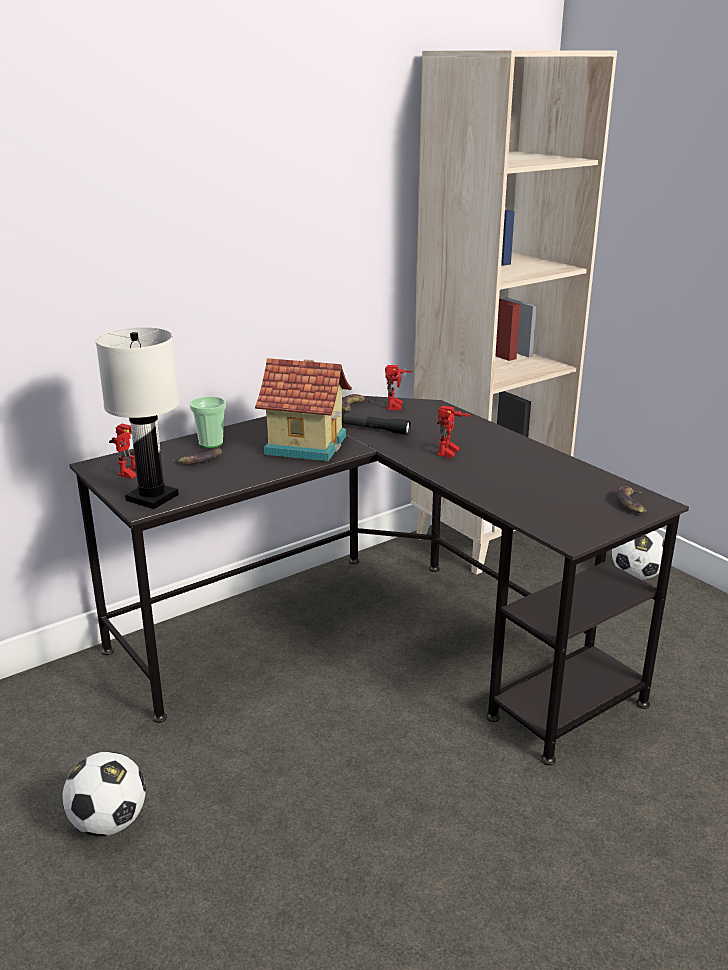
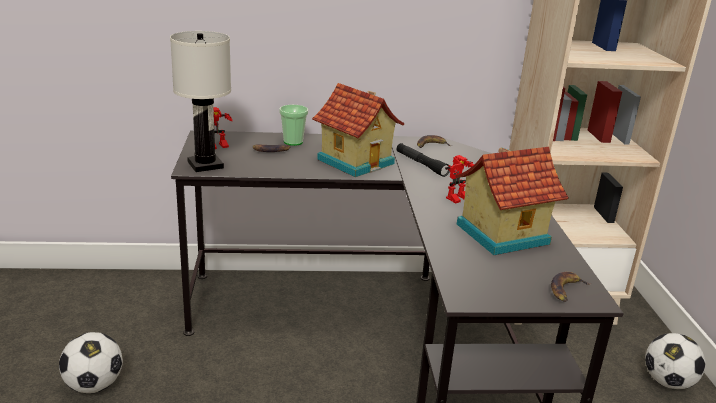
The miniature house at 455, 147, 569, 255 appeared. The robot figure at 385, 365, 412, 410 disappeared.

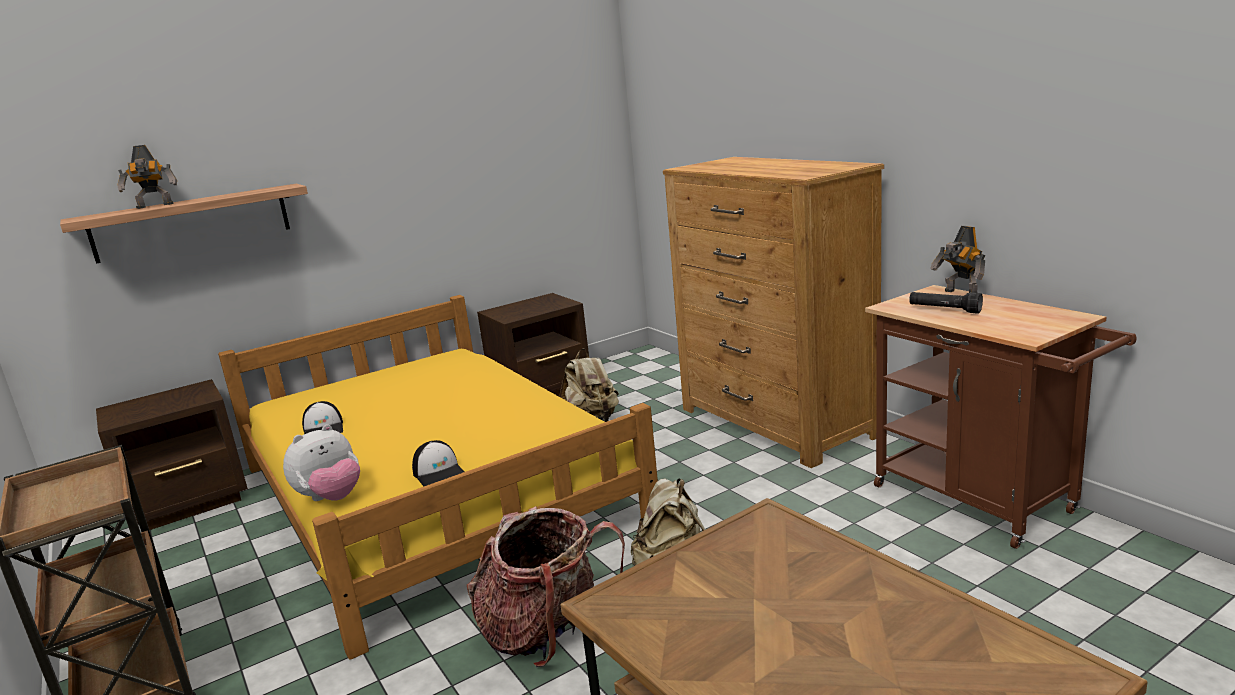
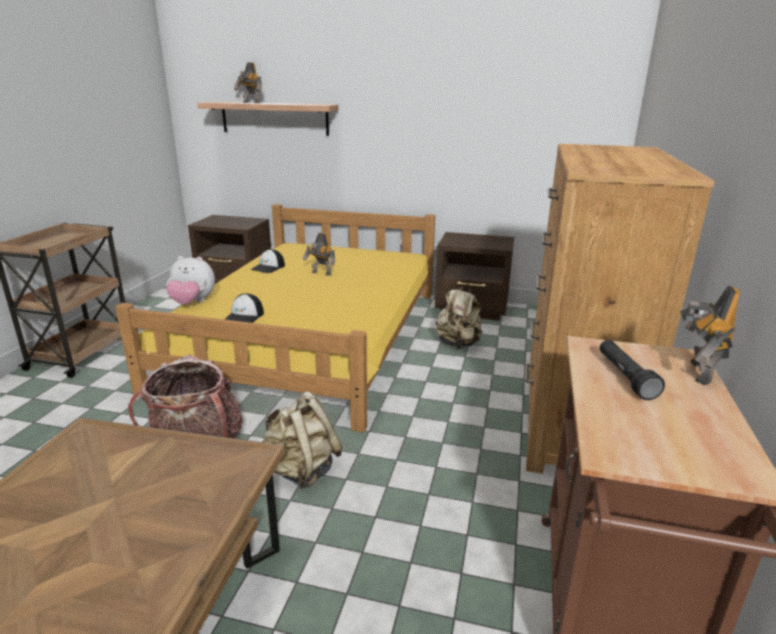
The robot figure at 302, 233, 335, 276 appeared.

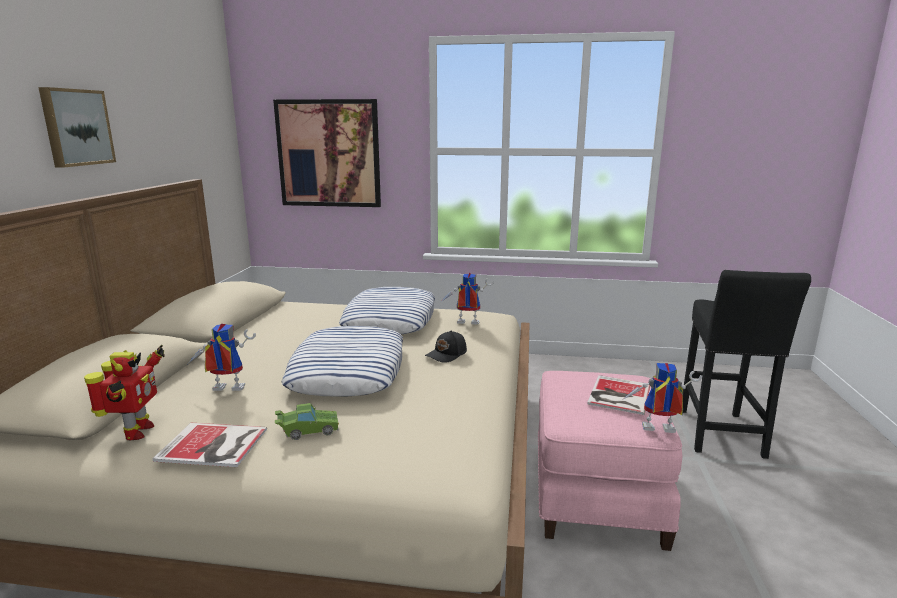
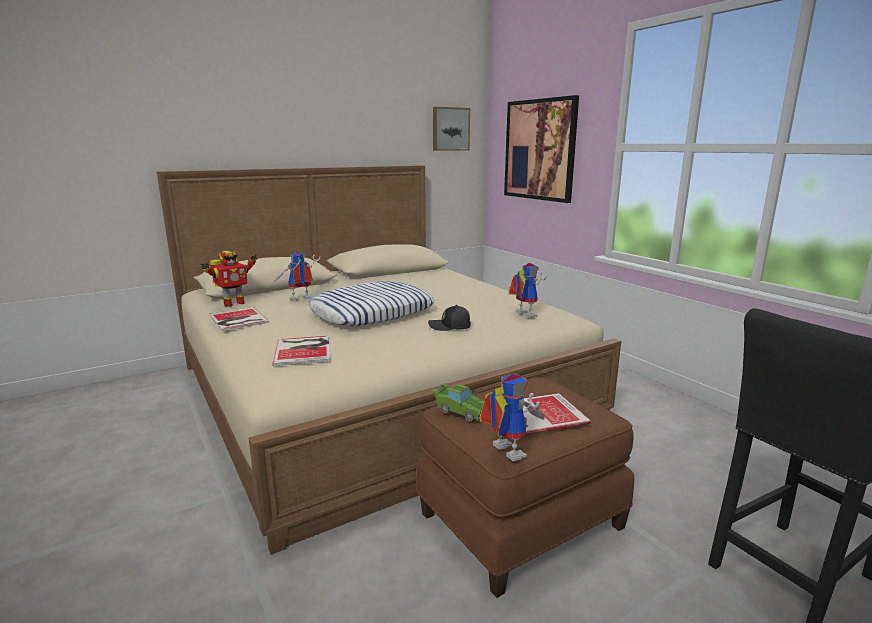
The volume at 272, 336, 330, 366 appeared. The robot figure at 189, 324, 256, 391 turned 75 degrees counterclockwise. The pouffe (pinkish) at 538, 371, 682, 551 became the pouffe (brownish) at 416, 377, 634, 598. The model car (green) moved from 275, 403, 339, 440 to 431, 383, 484, 422. The wall picture moved from 38, 87, 116, 168 to 433, 107, 470, 151. The pillow at 339, 287, 435, 334 disappeared.

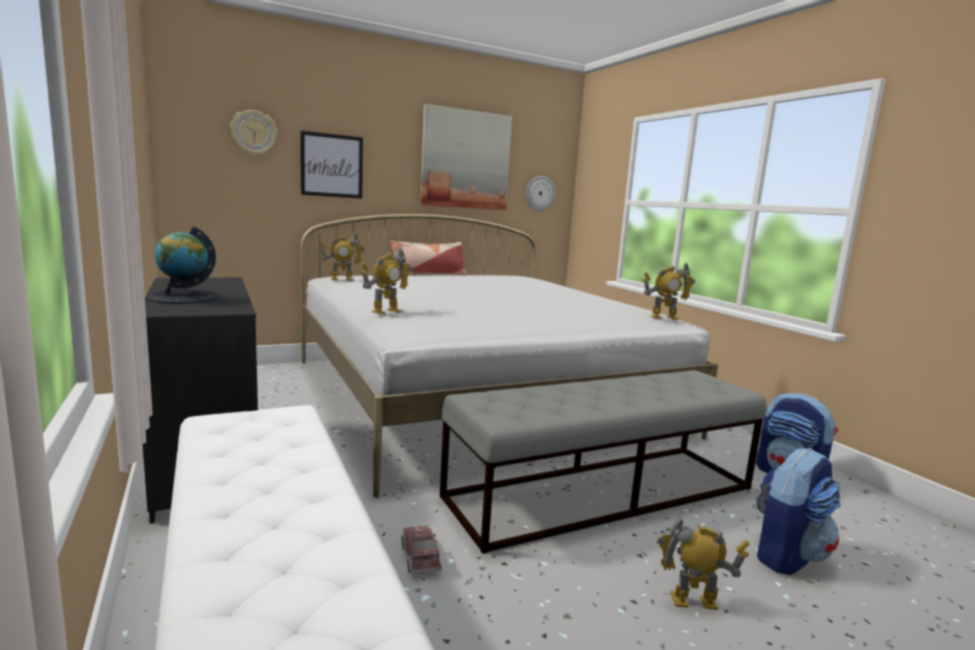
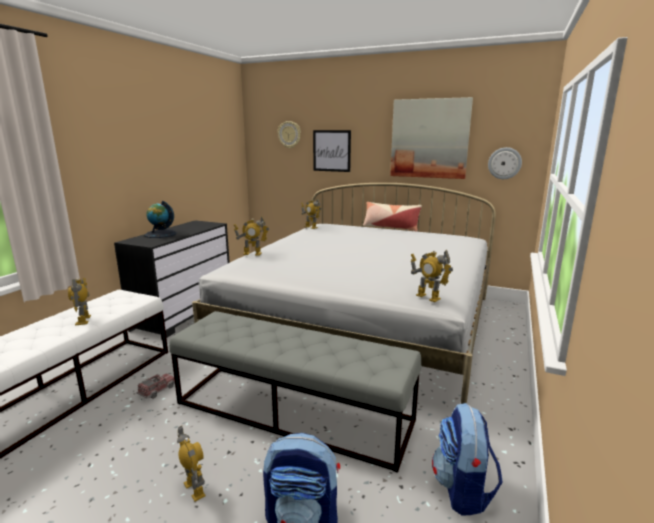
The robot figure at 68, 278, 91, 326 appeared.

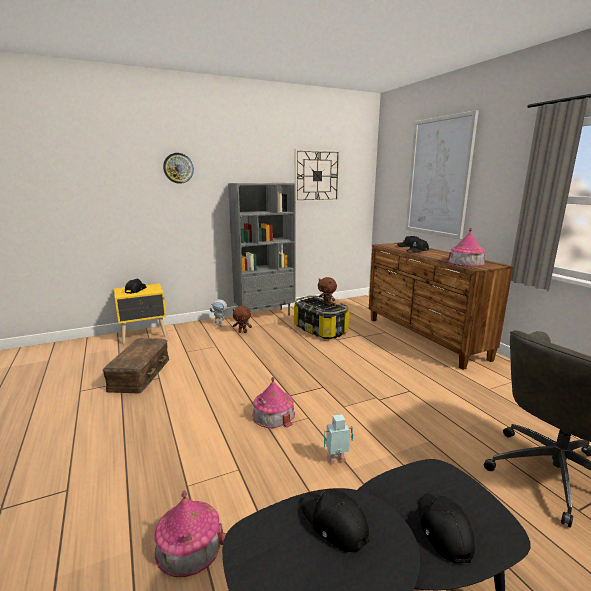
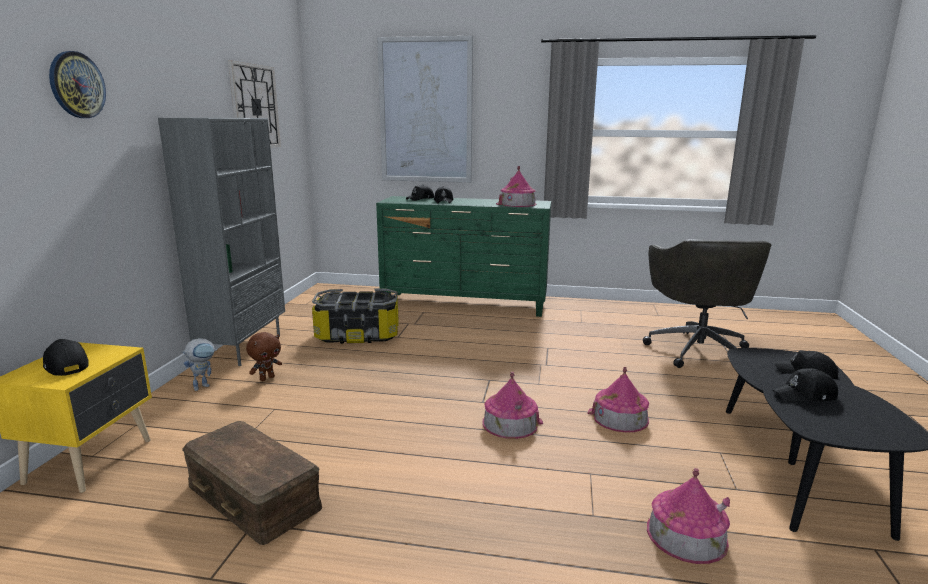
The chest of drawers (brownish) at 369, 242, 513, 370 became the chest of drawers (green) at 376, 196, 551, 317. The robot figure at 324, 414, 353, 464 was replaced by the miniature house at 587, 367, 649, 432. The cuddly toy (brownish) at 318, 277, 337, 306 disappeared.

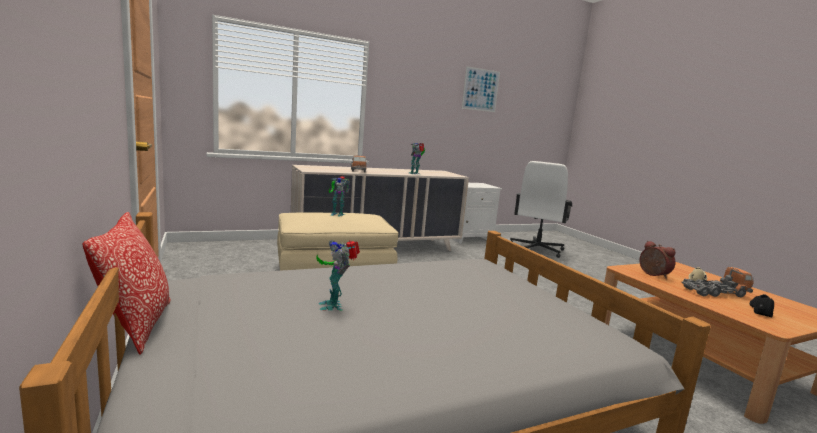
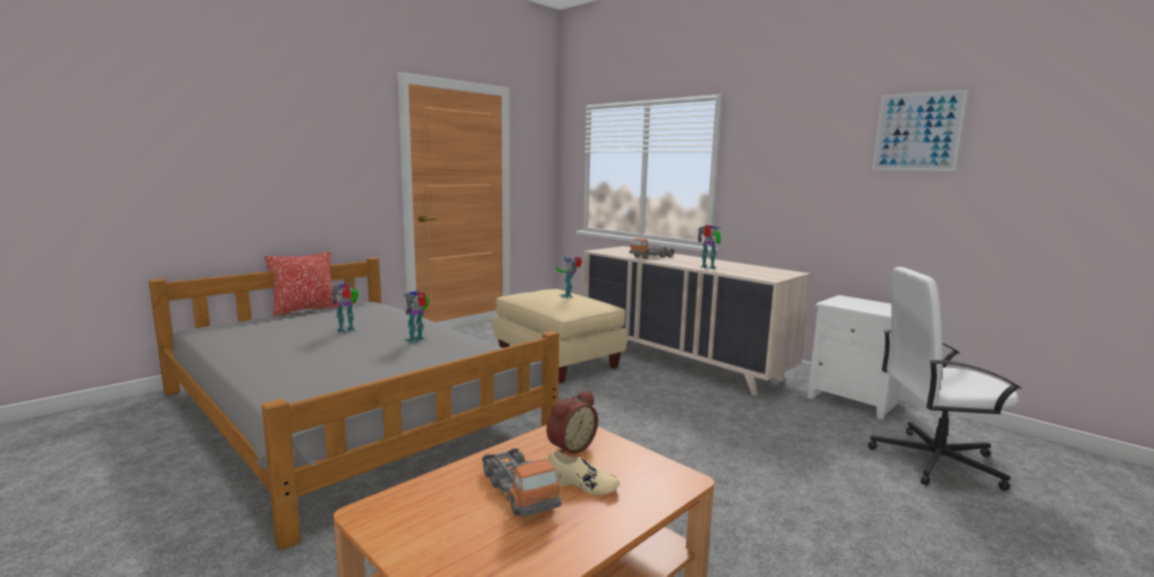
The robot figure at 402, 290, 429, 343 appeared. The shoe (black-coloured) at 750, 294, 774, 317 disappeared.

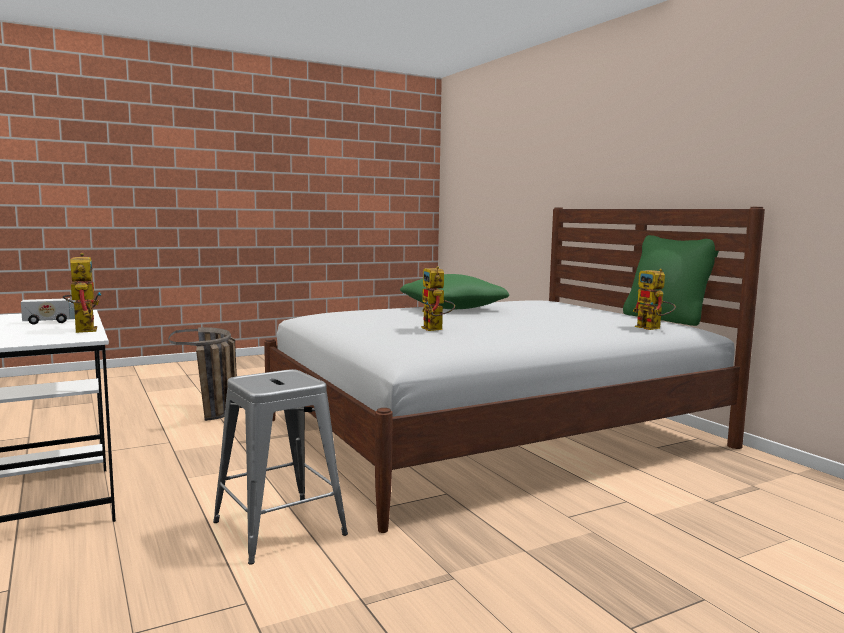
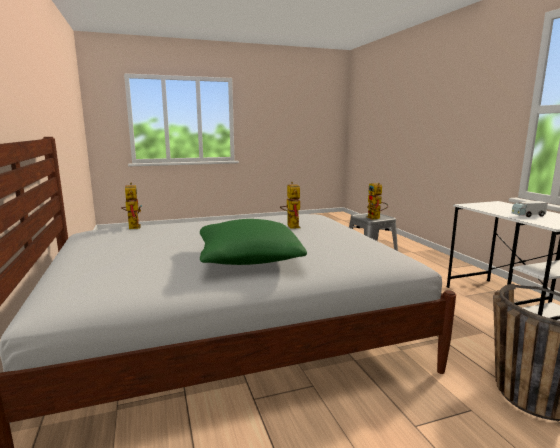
The robot figure moved from 63, 253, 102, 333 to 366, 183, 388, 220. The pillow (green) at 623, 235, 719, 326 disappeared.

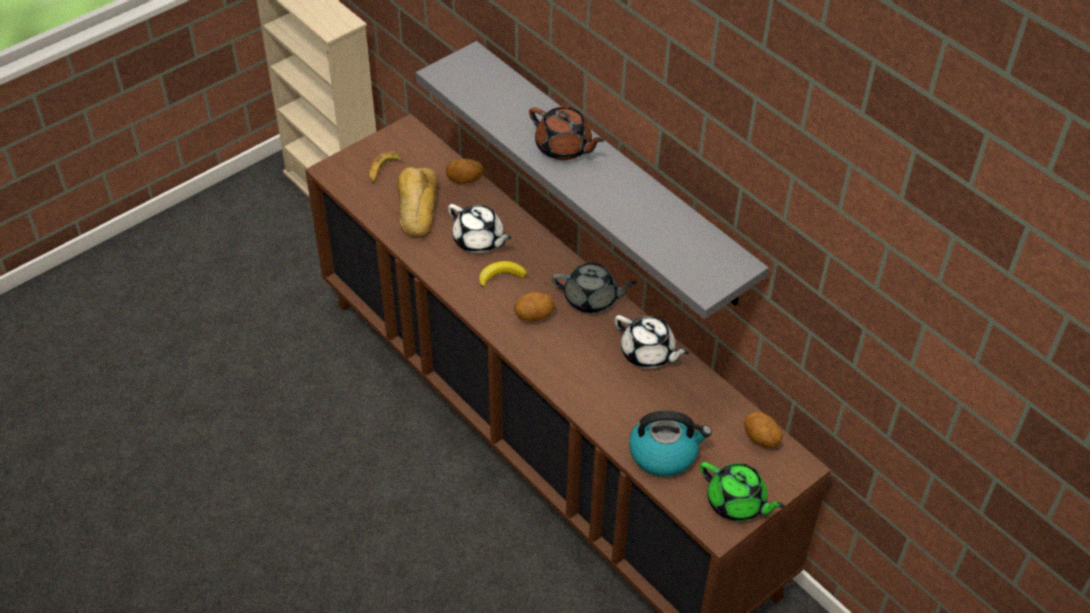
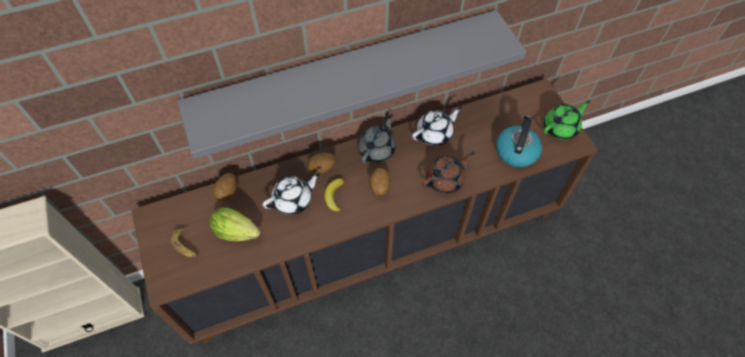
The bakery bread at 397, 167, 438, 238 was replaced by the lettuce at 210, 207, 260, 241. The potato moved from 744, 412, 783, 448 to 307, 153, 336, 174. The pot for tea (brownish) moved from 529, 107, 604, 160 to 422, 152, 475, 193.

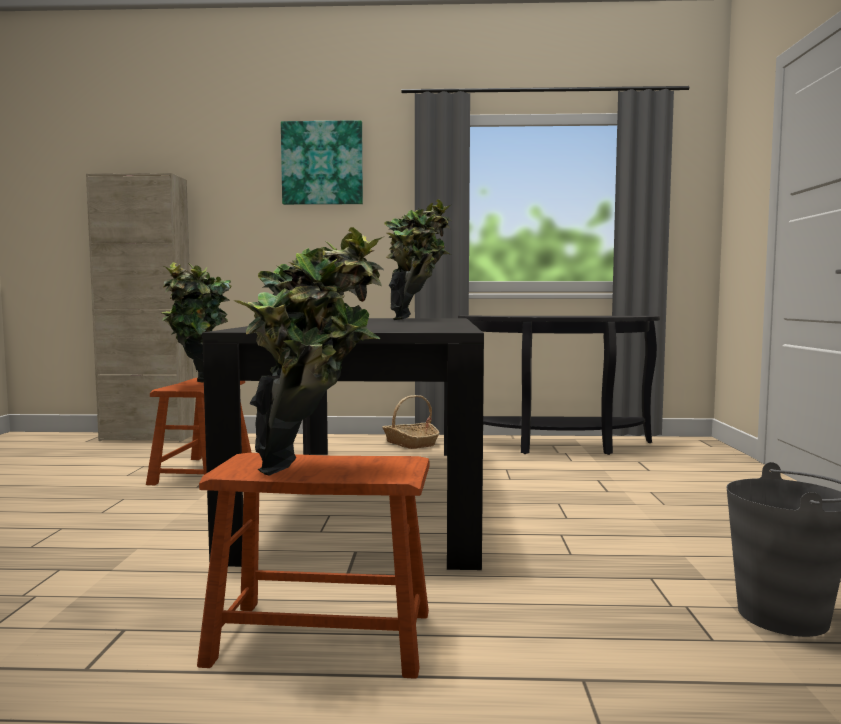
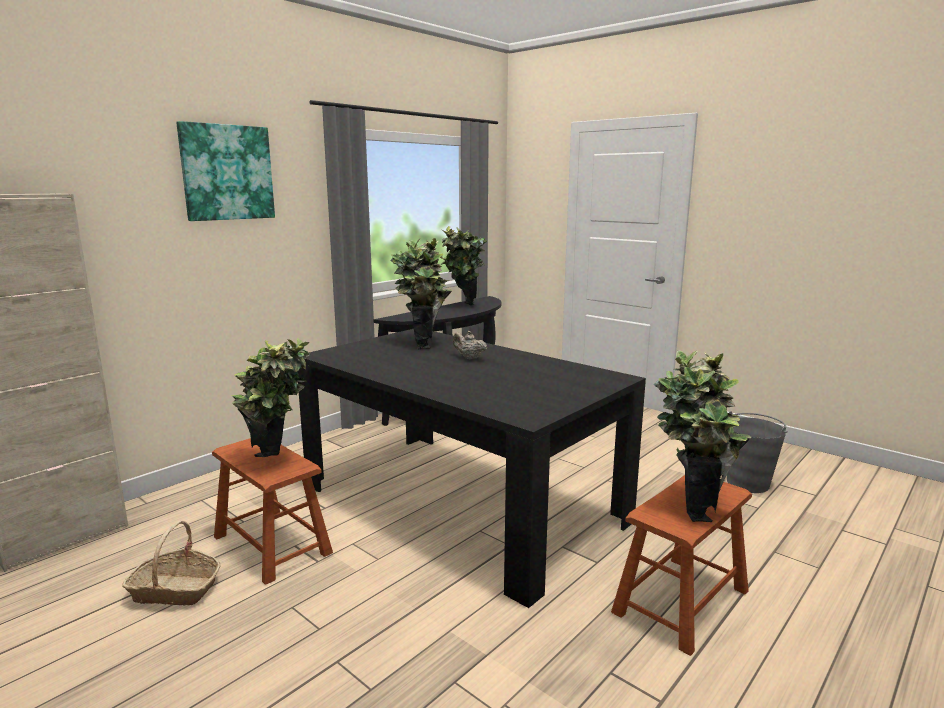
The household basket moved from 382, 395, 440, 449 to 122, 521, 221, 606. The houseplant at 441, 226, 487, 305 appeared. The pot for tea (beige) at 453, 331, 487, 360 appeared.

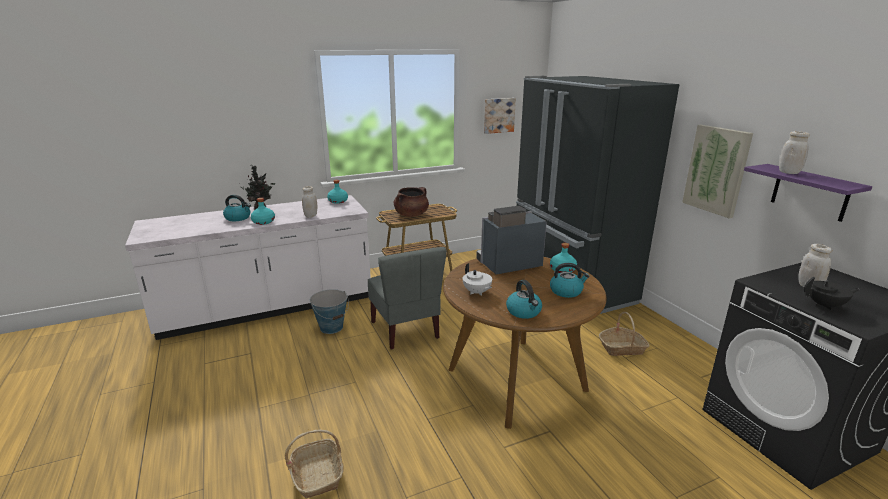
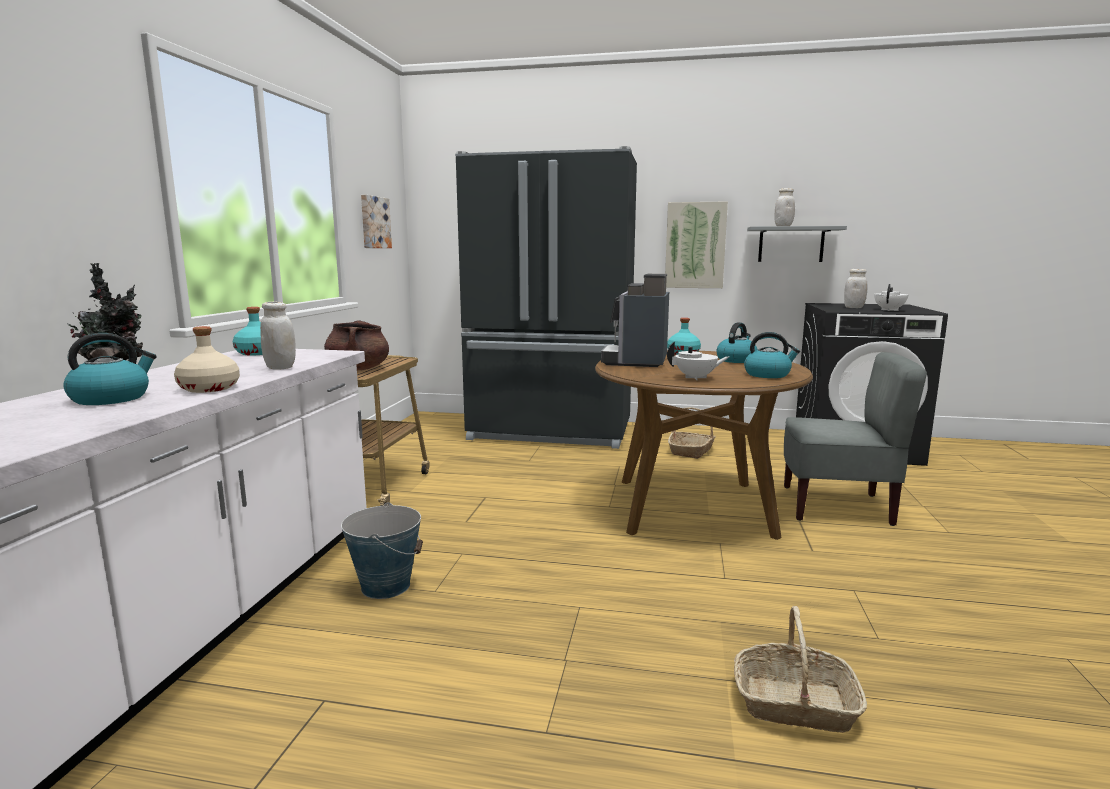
The bottle (blue-green) at 251, 198, 275, 225 became the bottle (beige) at 174, 326, 240, 393. The wall shelf (purple) at 744, 164, 872, 222 became the wall shelf (gray) at 747, 226, 847, 262. The chair (gray) moved from 368, 247, 447, 349 to 784, 352, 927, 526. The pot for tea (black-coloured) at 804, 277, 859, 311 became the pot for tea (white) at 874, 284, 908, 311.

